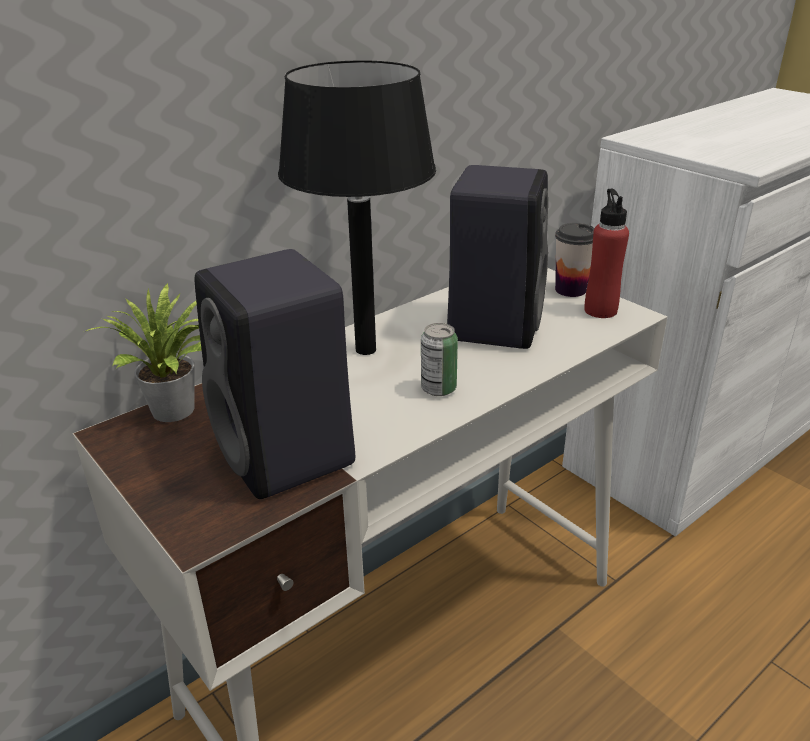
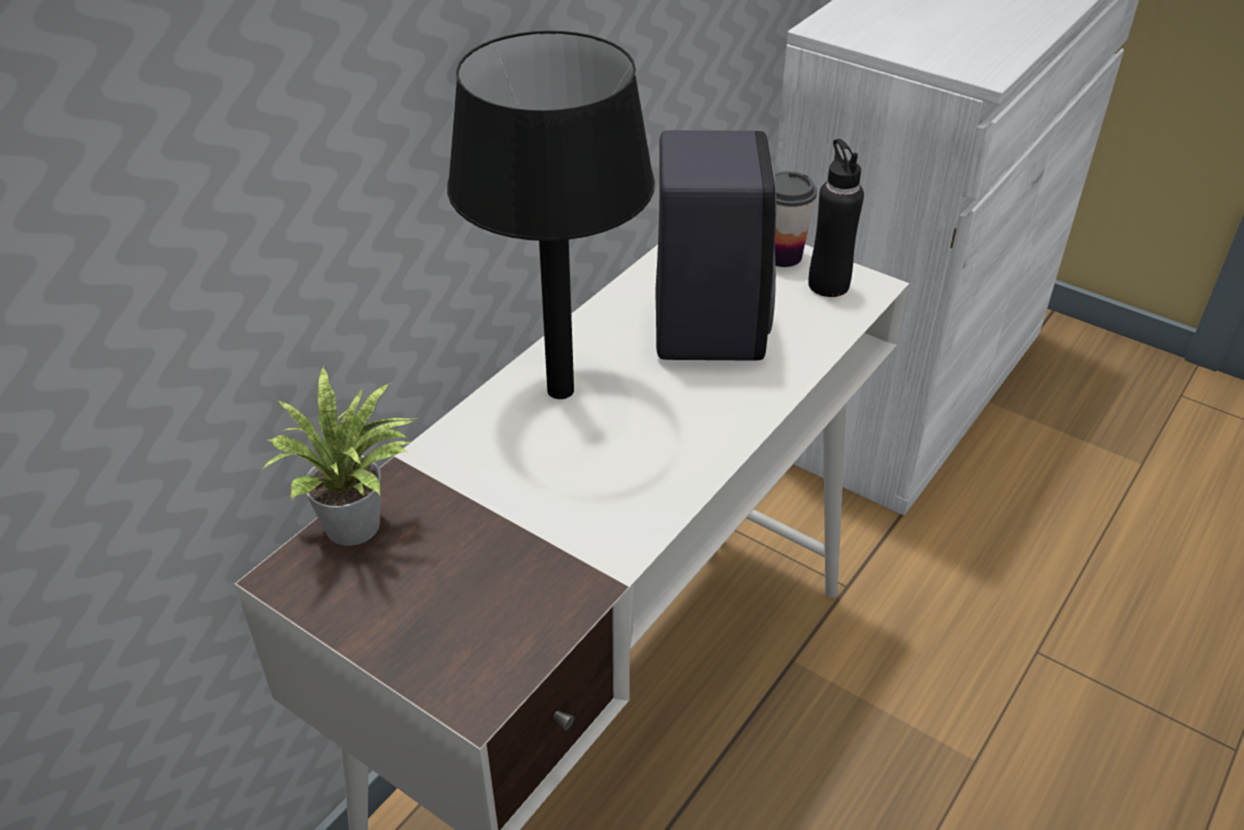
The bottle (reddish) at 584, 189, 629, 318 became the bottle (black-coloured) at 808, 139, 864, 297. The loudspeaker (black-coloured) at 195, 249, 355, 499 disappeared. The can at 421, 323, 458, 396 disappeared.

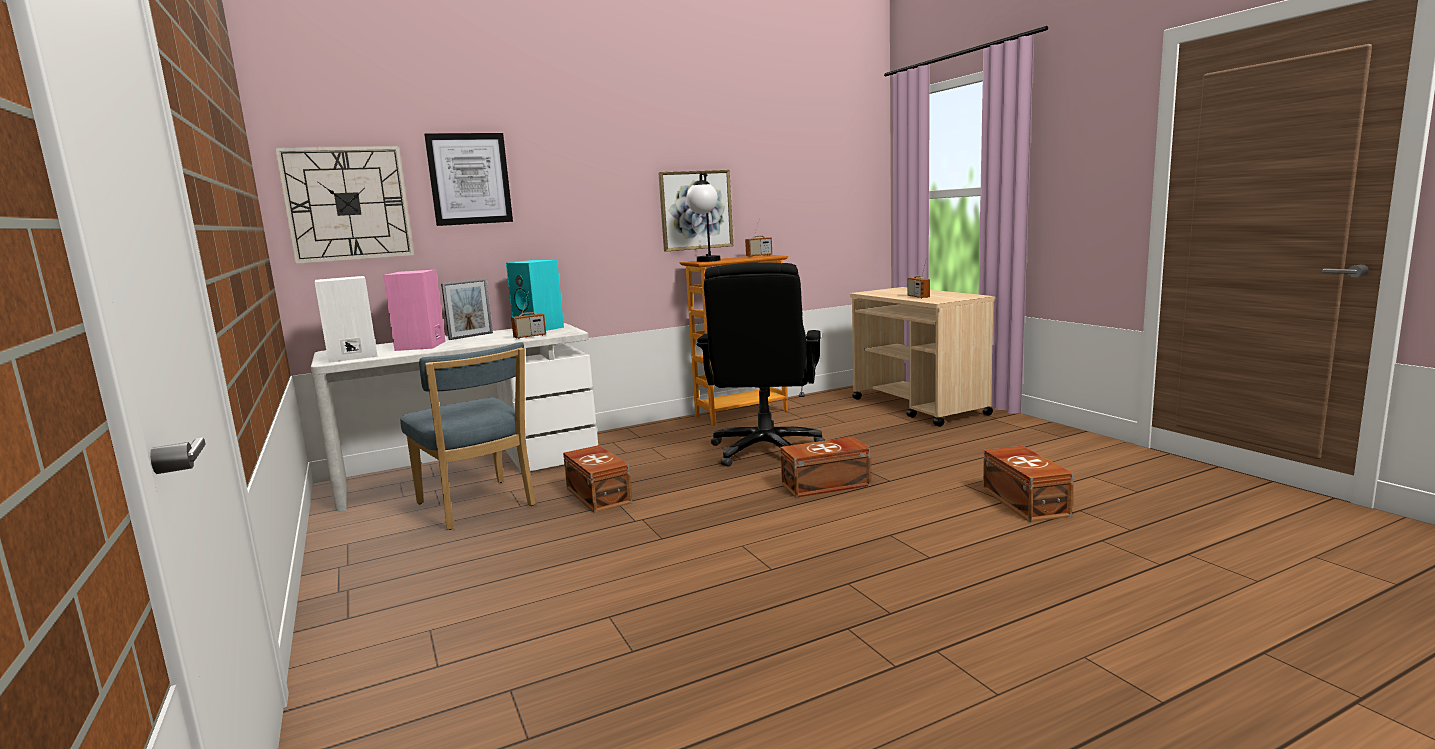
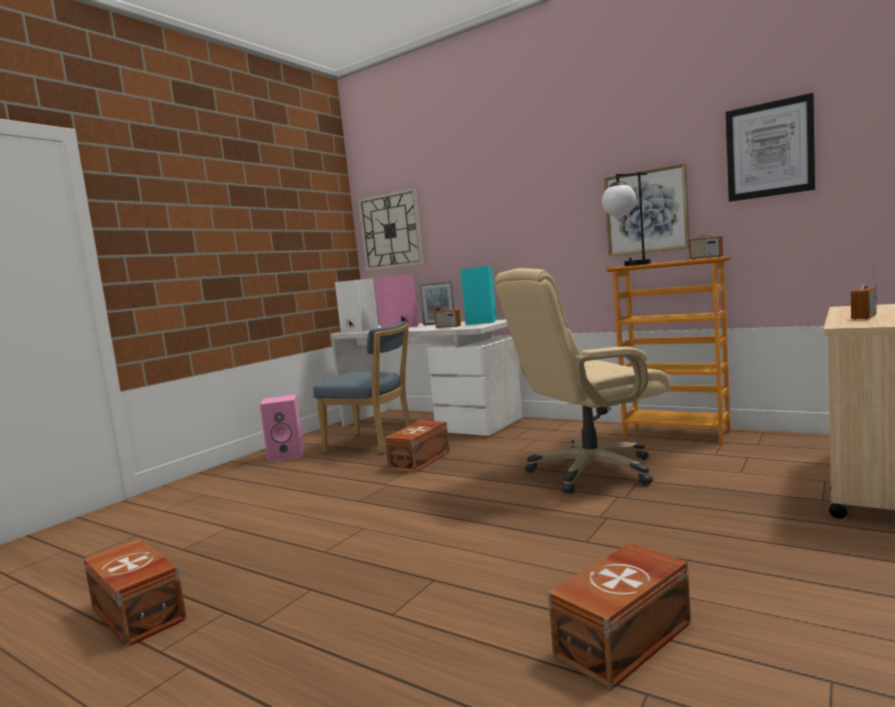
The storage bin (brownish) moved from 780, 437, 871, 498 to 83, 539, 187, 648. The loudspeaker (pinkish) at 260, 395, 304, 462 appeared. The chair (blue) at 400, 342, 536, 530 turned 90 degrees counterclockwise. The computer chair (black-coloured) at 696, 262, 825, 466 became the computer chair (beige) at 495, 268, 671, 494. The wall picture moved from 424, 133, 513, 226 to 726, 93, 815, 202.

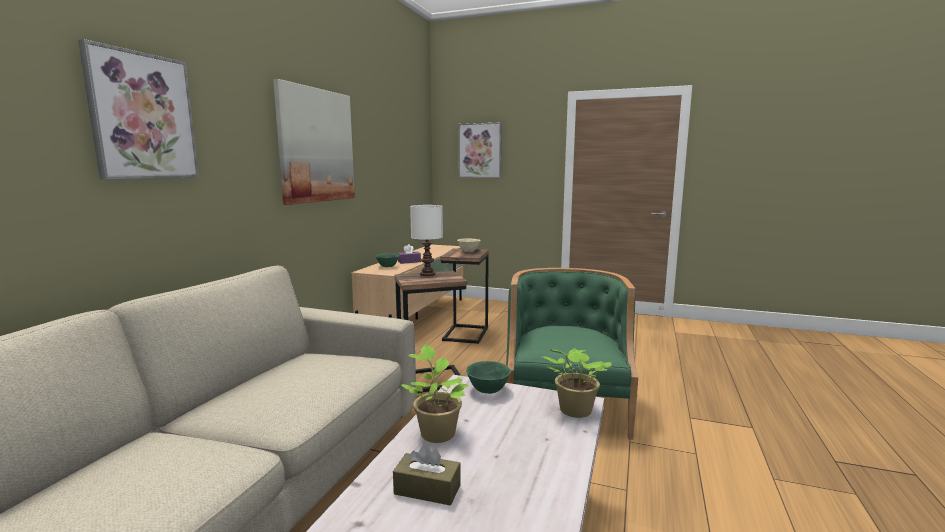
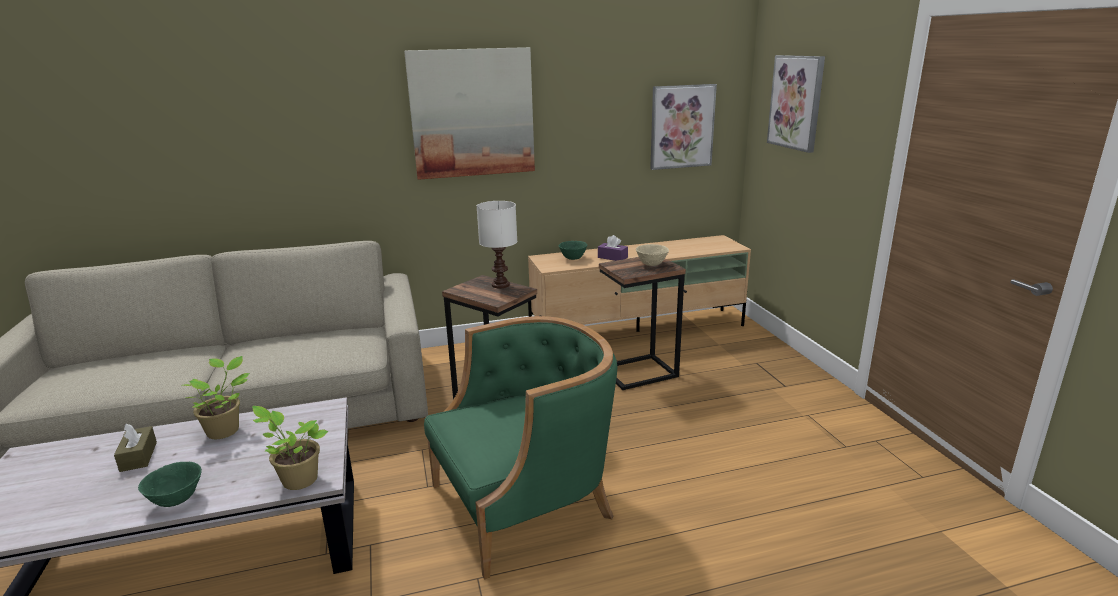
The serving bowl (green) moved from 466, 361, 511, 394 to 138, 462, 202, 507. The wall picture moved from 78, 39, 199, 180 to 650, 84, 717, 170.

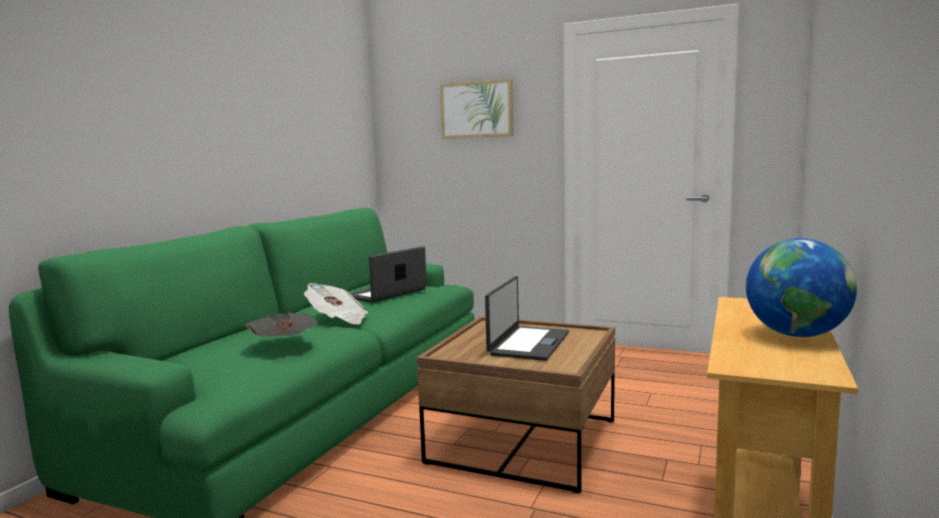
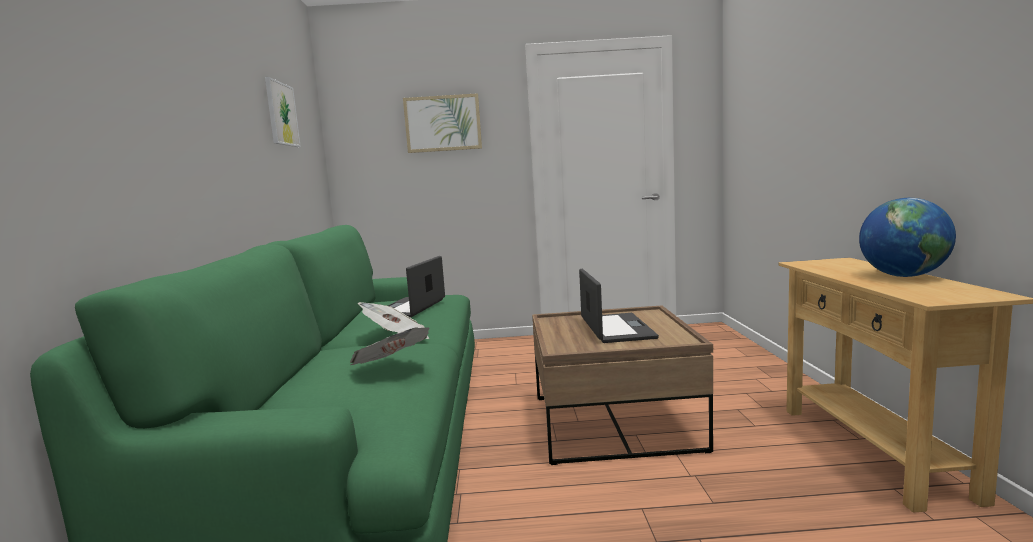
The wall picture at 265, 77, 301, 147 appeared.

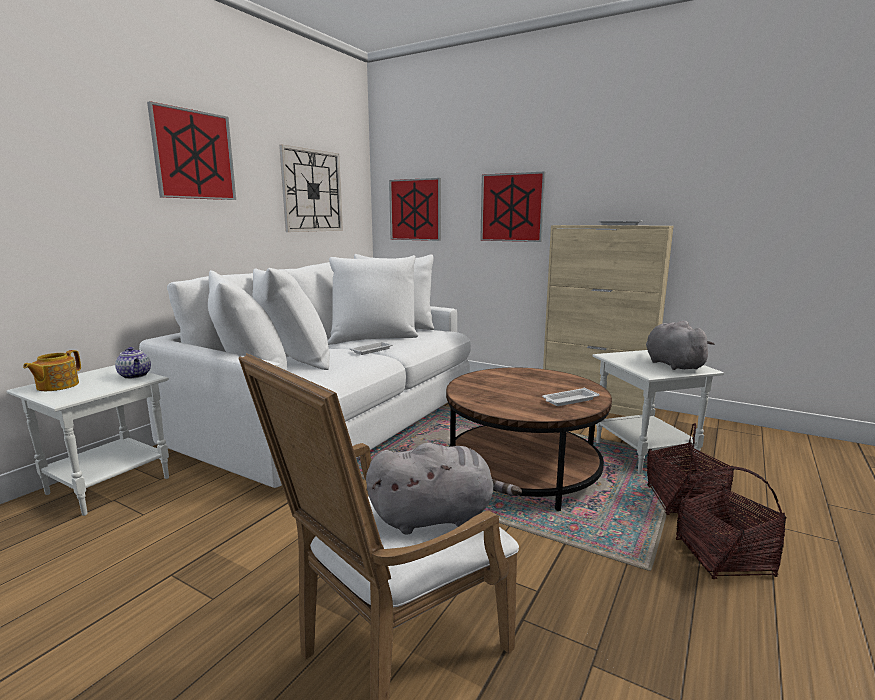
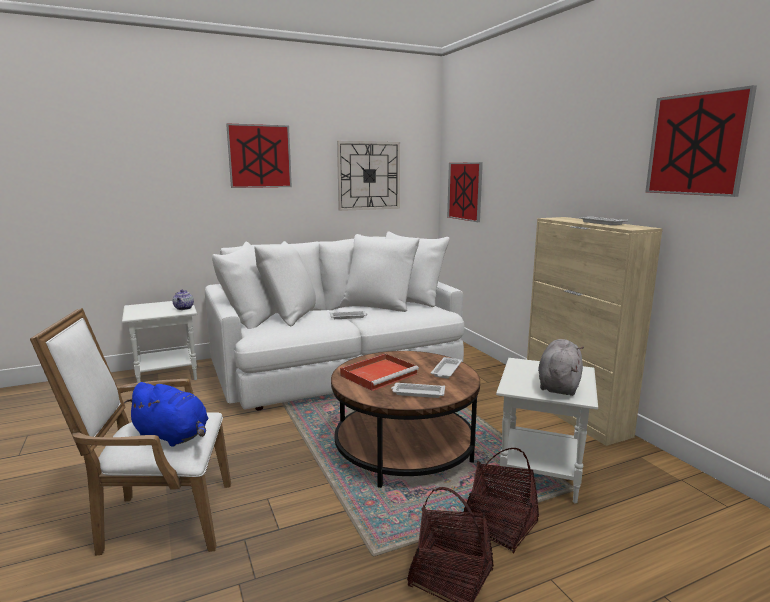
The cuddly toy (gray) at 366, 443, 522, 535 became the cuddly toy (blue) at 124, 382, 209, 447. The serving tray (reddish) at 340, 354, 419, 391 appeared. The serving tray (white) at 431, 357, 462, 378 appeared. The wall picture moved from 480, 172, 545, 242 to 645, 85, 757, 197. The pot for tea at 23, 350, 81, 391 disappeared.

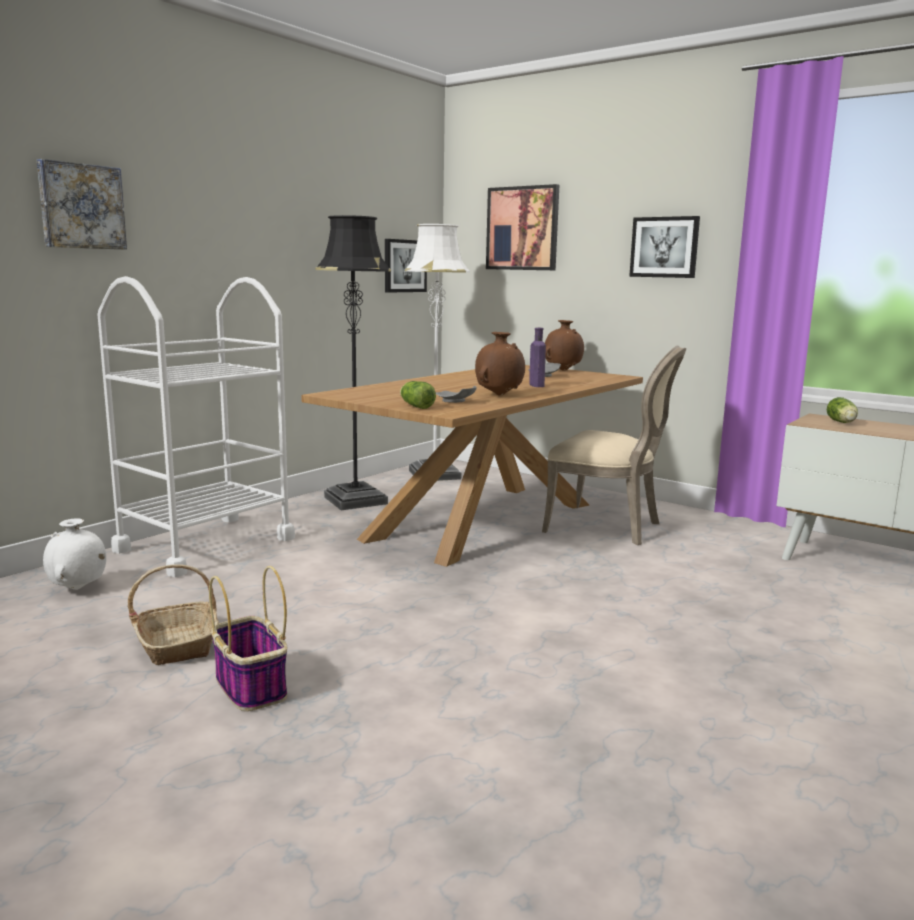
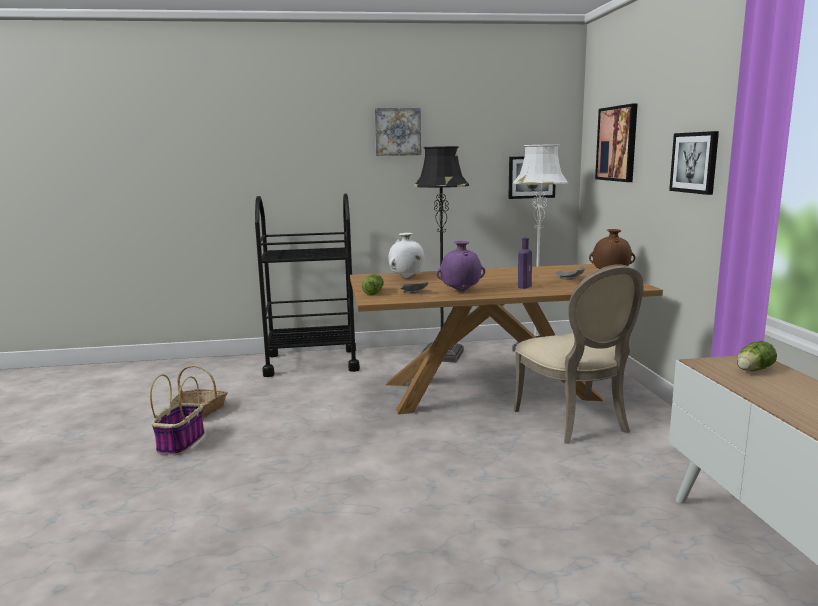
The cart (white) at 97, 276, 295, 577 became the cart (black-coloured) at 255, 193, 360, 377. The wall picture moved from 37, 159, 127, 250 to 375, 108, 421, 156. The flower vase (white) moved from 43, 518, 106, 590 to 388, 233, 424, 278. The flower vase (brownish) at 475, 332, 525, 396 became the flower vase (purple) at 437, 241, 485, 292.

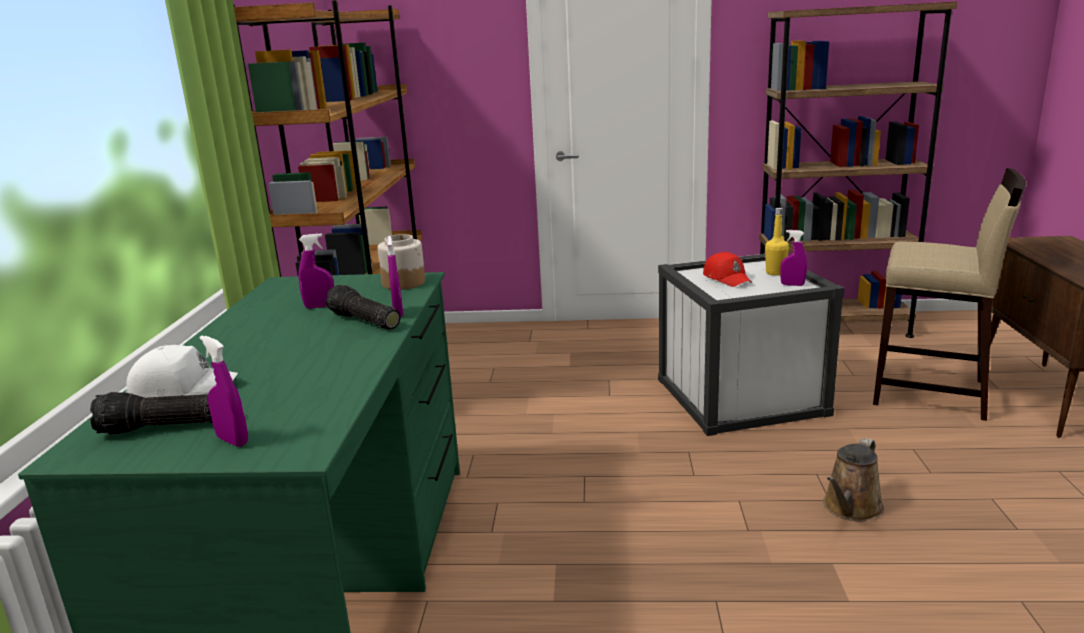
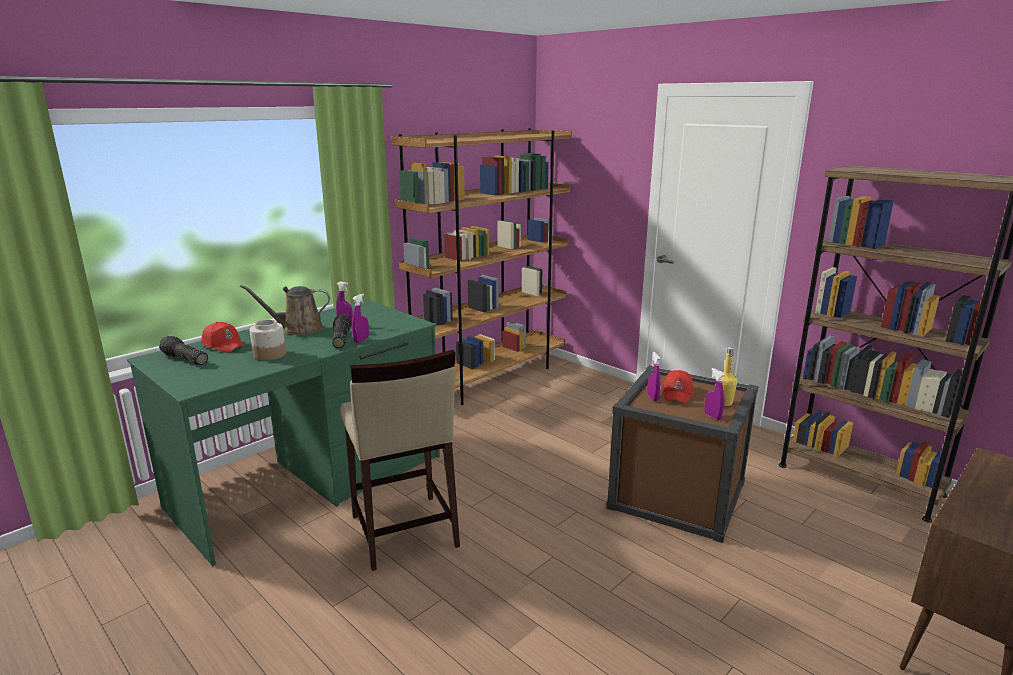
The peaked cap (white) at 125, 345, 238, 398 became the peaked cap (reddish) at 202, 322, 245, 353. The sprinkling can (brownish) moved from 823, 438, 884, 521 to 240, 285, 330, 335. The jar moved from 377, 234, 425, 290 to 250, 320, 286, 361. The stool (beige) moved from 873, 168, 1026, 421 to 340, 350, 460, 571. The storage bin (white) at 658, 254, 845, 436 became the storage bin (brownish) at 606, 365, 759, 543. The hand sprayer (purple) moved from 200, 336, 248, 447 to 647, 352, 661, 401.

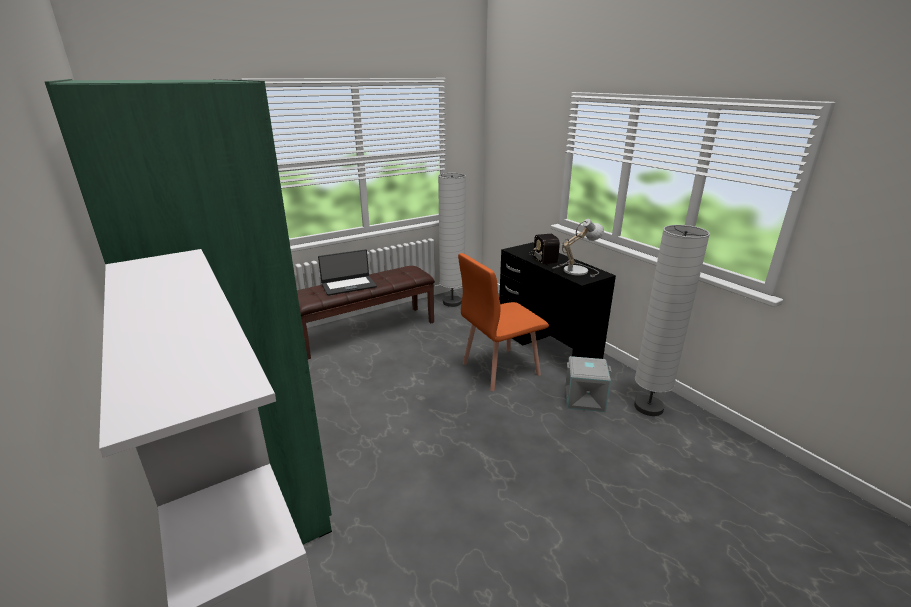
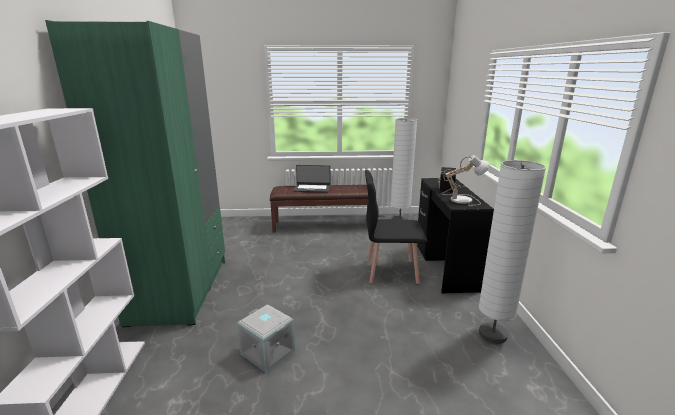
The storage bin (gray) moved from 565, 356, 612, 412 to 237, 304, 295, 373. The chair (orange-coloured) at 458, 253, 549, 391 became the chair (black-coloured) at 365, 170, 428, 284.

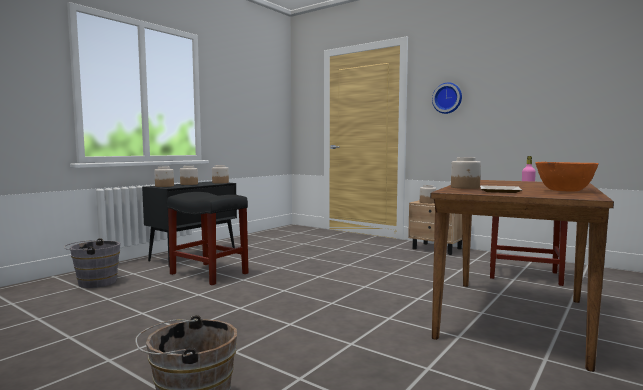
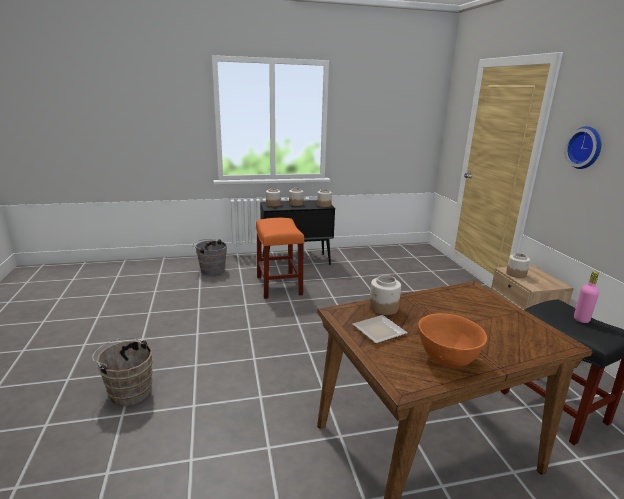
The stool (black-coloured) at 167, 192, 249, 285 became the stool (orange-coloured) at 256, 218, 304, 299.

